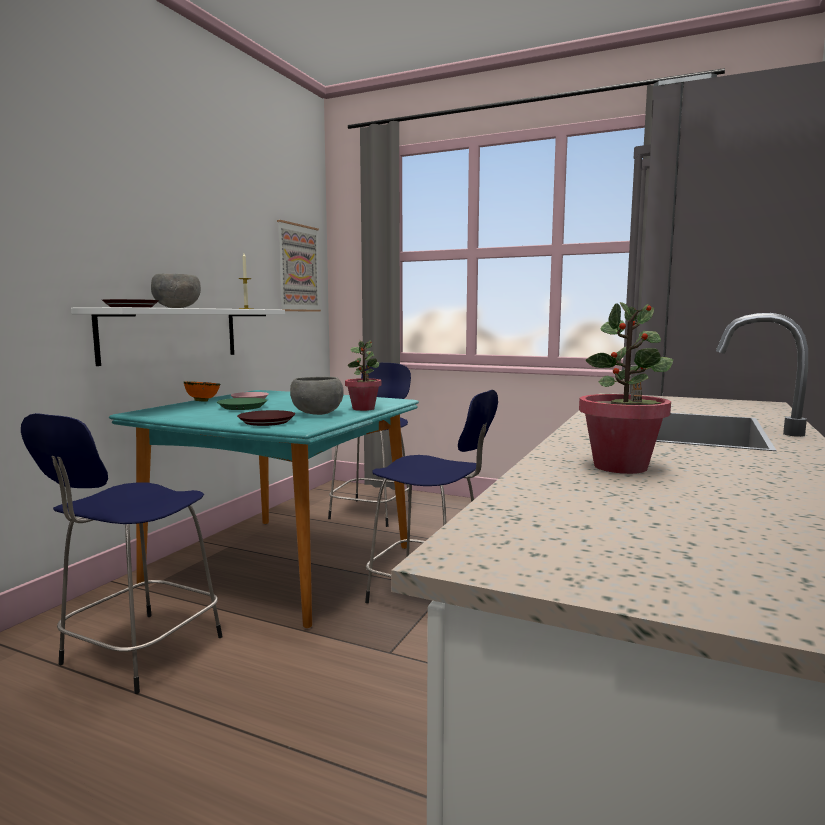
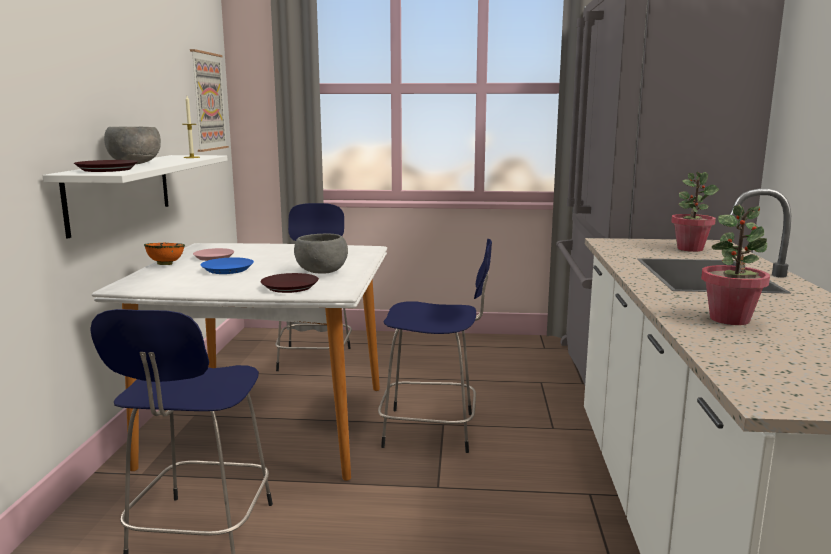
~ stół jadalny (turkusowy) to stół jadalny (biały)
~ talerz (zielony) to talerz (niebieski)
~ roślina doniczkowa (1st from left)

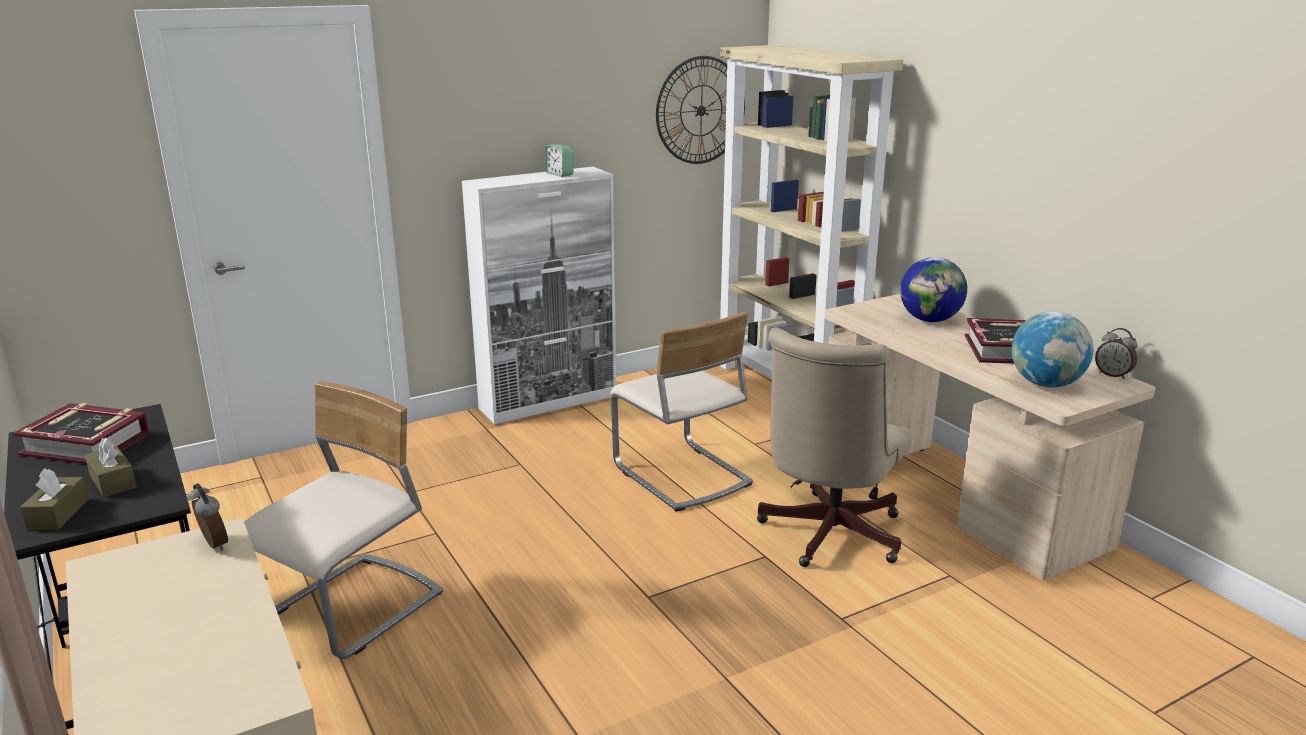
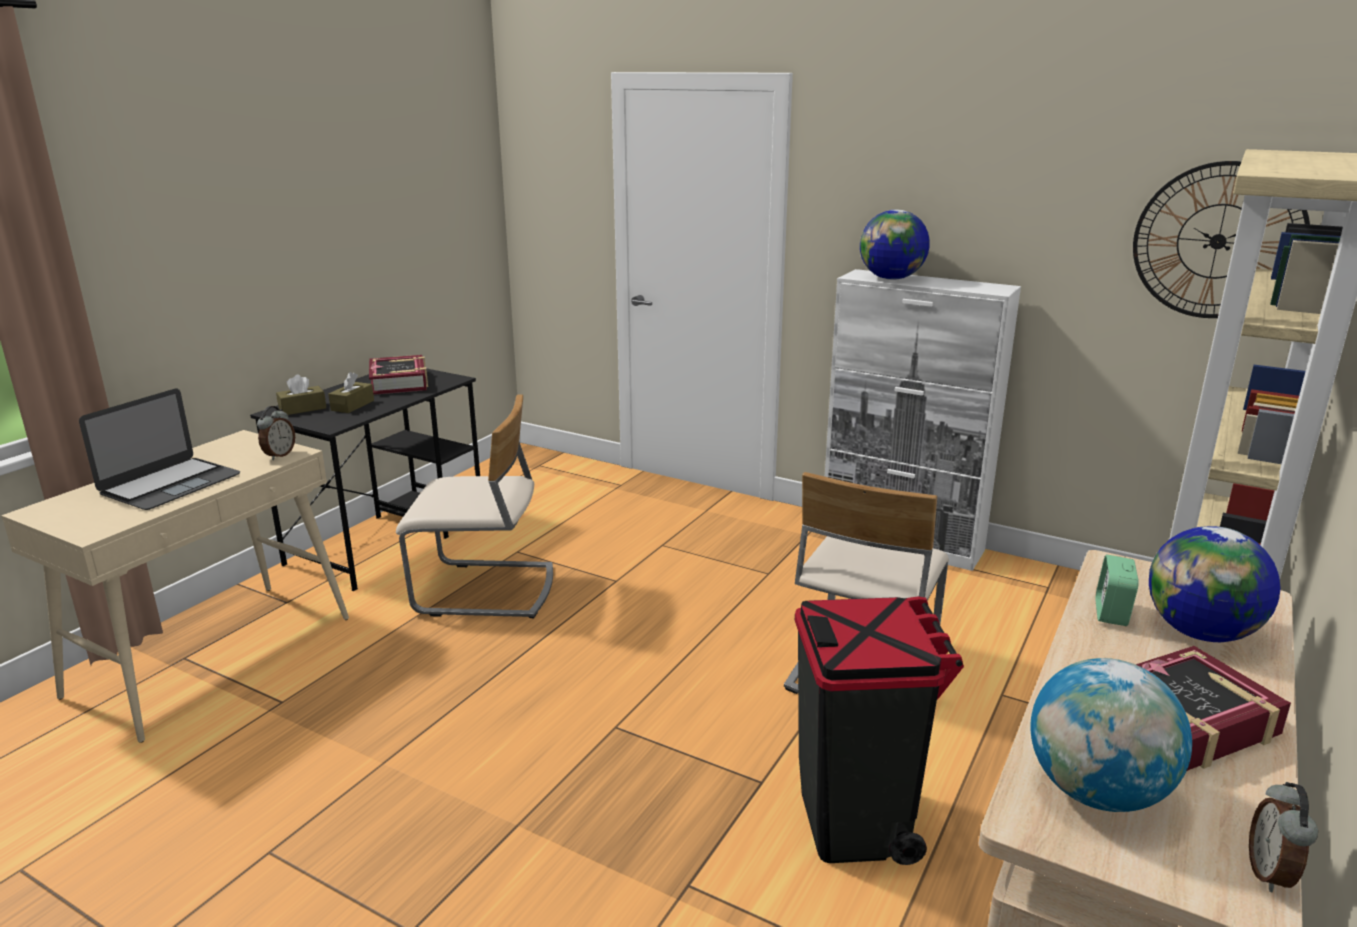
+ laptop
~ krzesło biurowe (beżowy) to kosz na śmieci (czarny)
+ globus (1st from left)
~ budzik (2nd from left)

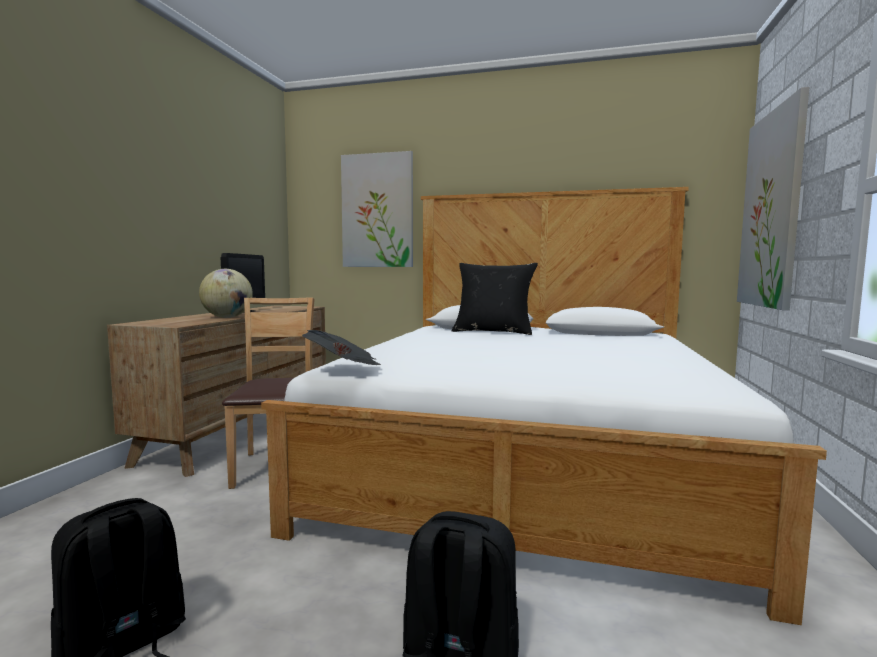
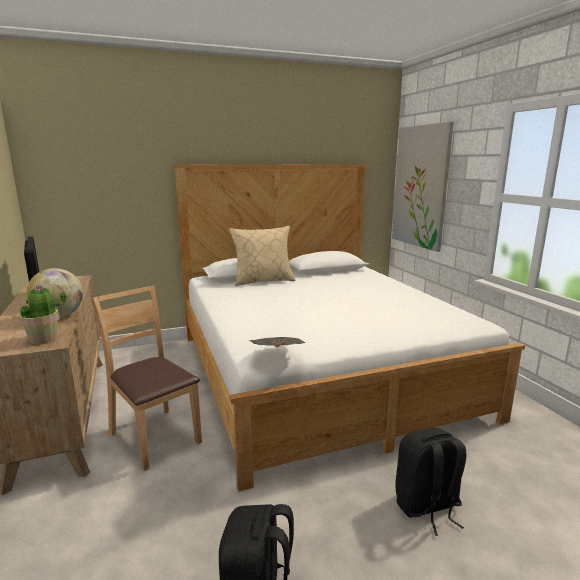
+ roślina doniczkowa
~ poduszka (czarny) to poduszka (beżowy)
- obraz (1st from left)

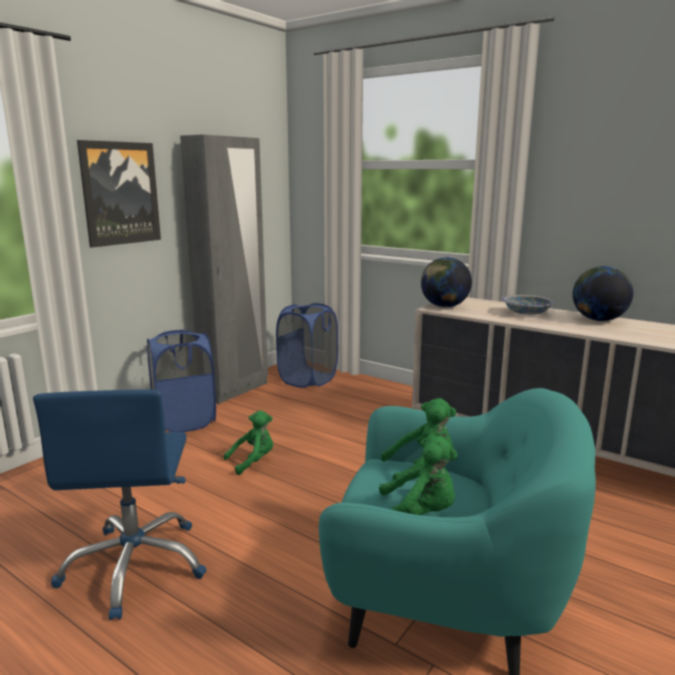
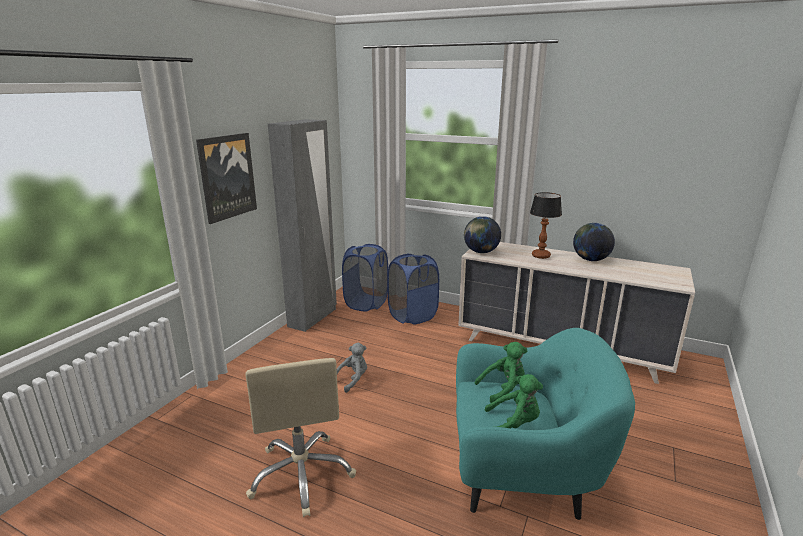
~ krzesło biurowe (niebieski) to krzesło biurowe (beżowy)
~ pluszak (zielony) (1st from left) to pluszak (szary)
~ kosz na pranie (niebieski) (1st from left in the first image) to kosz na pranie (niebieski) (2nd from left)
~ miska to lampa stołowa

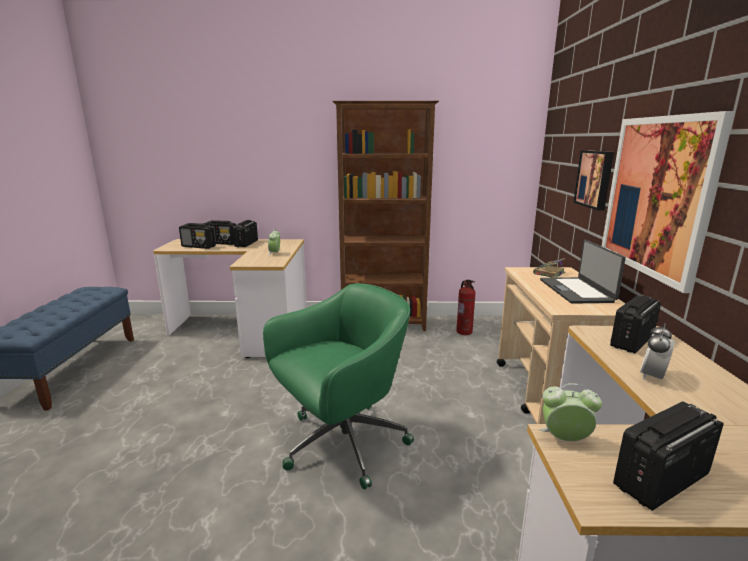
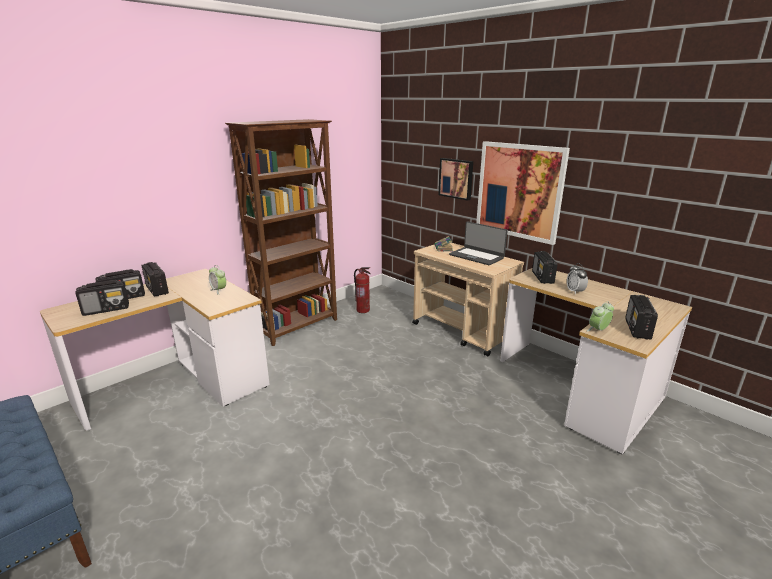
- krzesło biurowe (zielony)

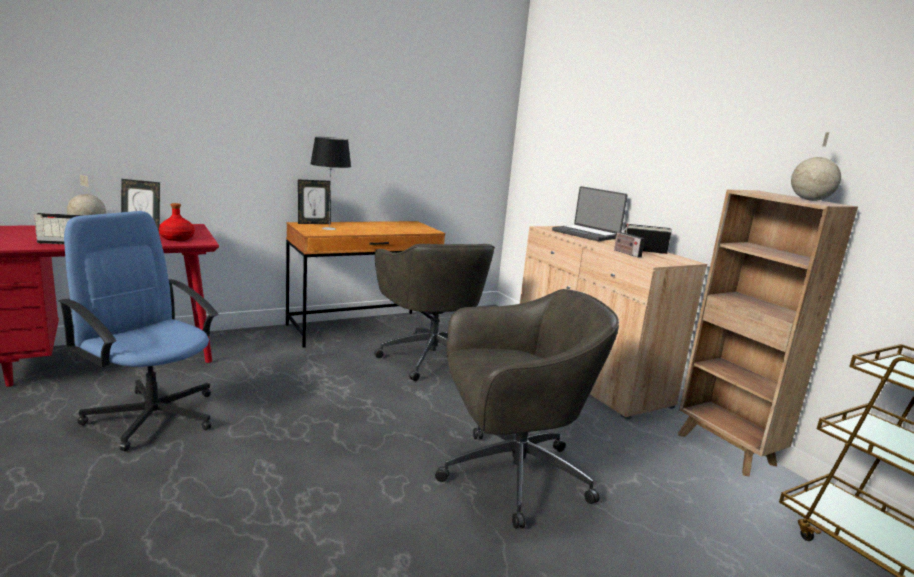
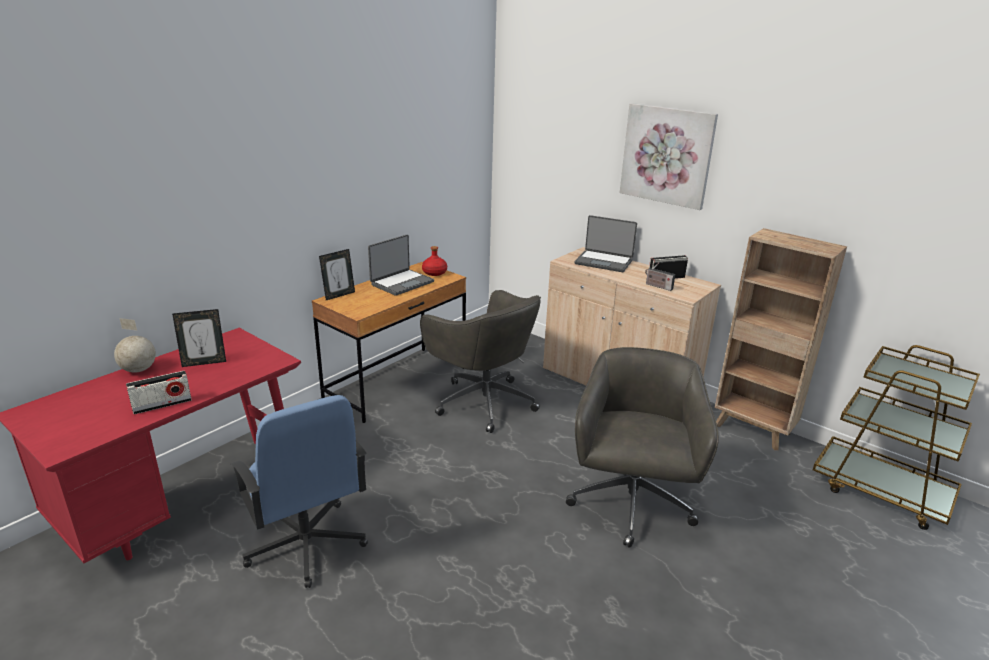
~ krzesło biurowe (niebieski) 135 degrees counterclockwise
+ laptop (1st from left)
~ butelka (czerwony)
~ krzesło biurowe (szary) (2nd from left) 45 degrees counterclockwise
+ obraz
- lampa stołowa
- globus (2nd from left)

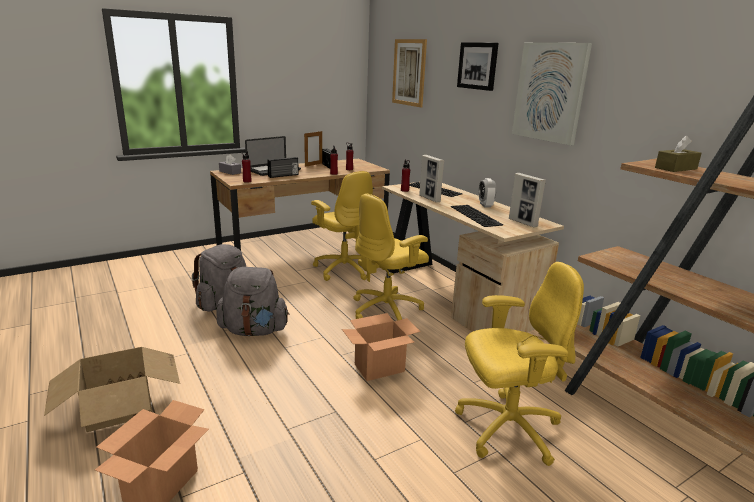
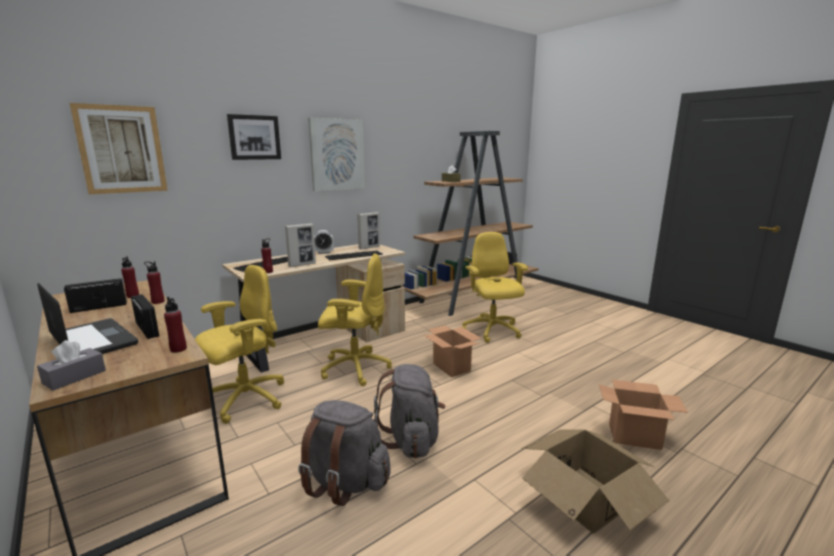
~ krzesło biurowe (żółty) (2nd from left) 45 degrees counterclockwise
- ramka na zdjęcie (1st from left)

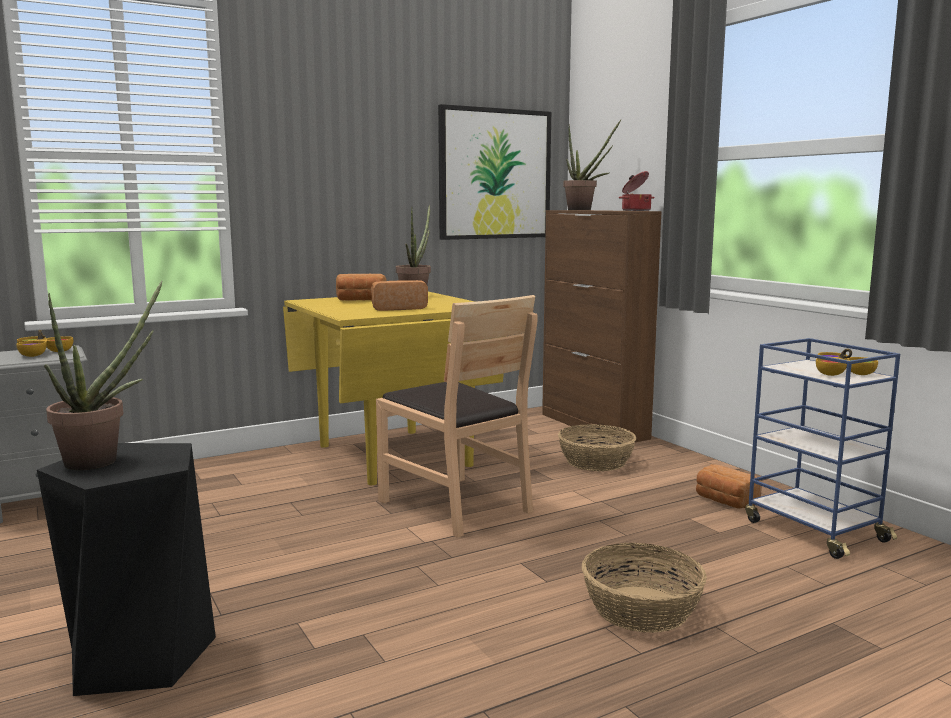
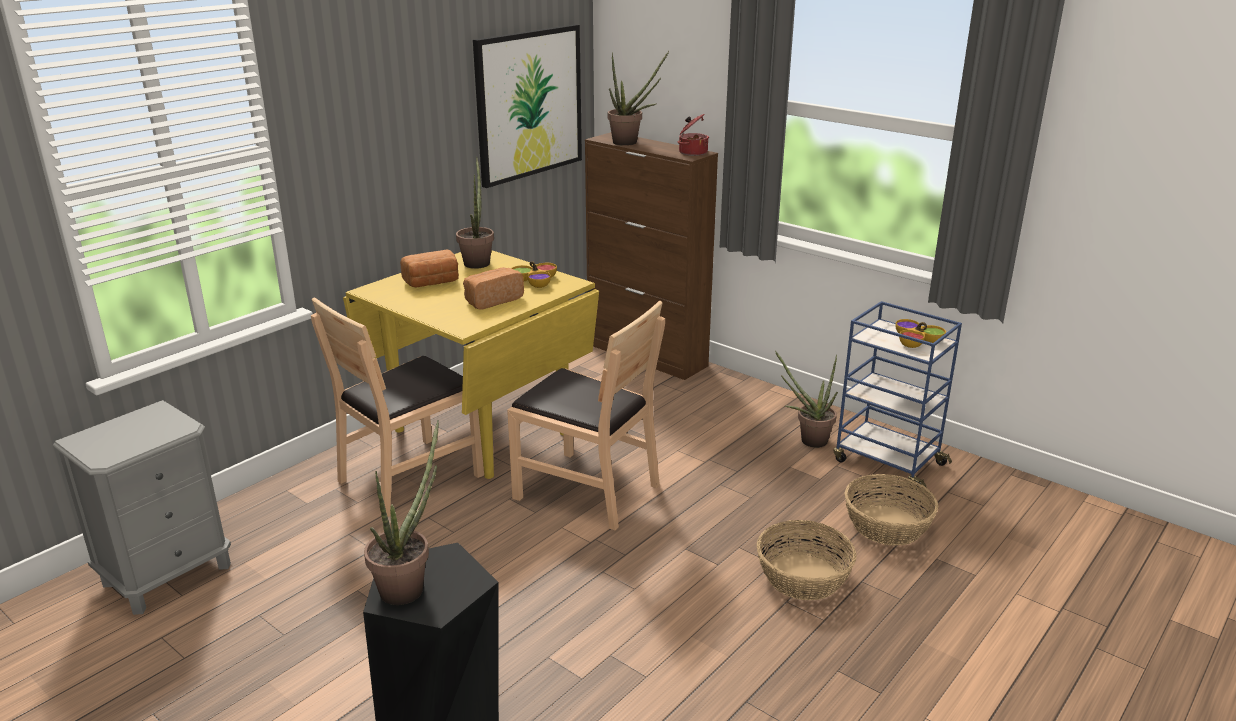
+ krzesło (brązowy) (1st from left)
~ miska (1st from left)
~ chleb (3rd from left) to roślina doniczkowa (4th from left)
~ koszyk (1st from left in the first image) to koszyk (2nd from left)

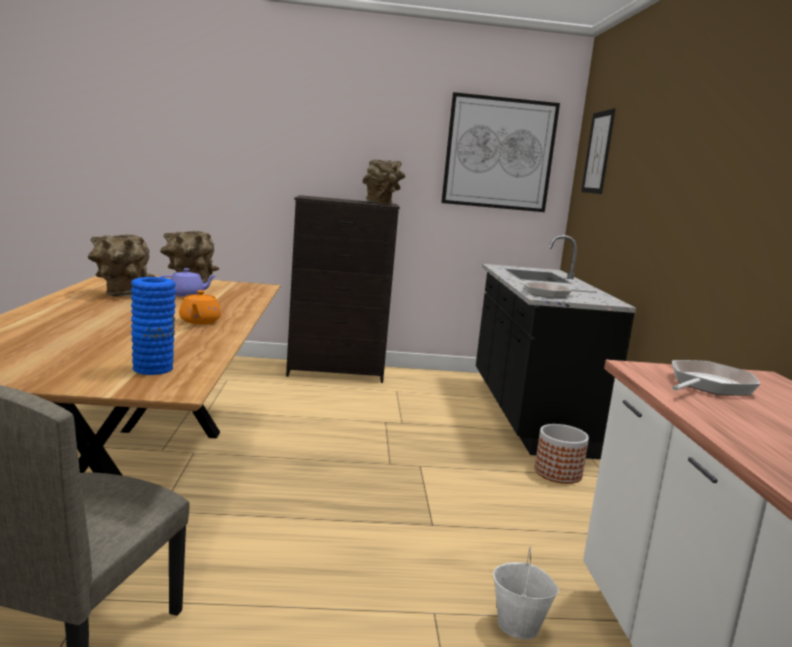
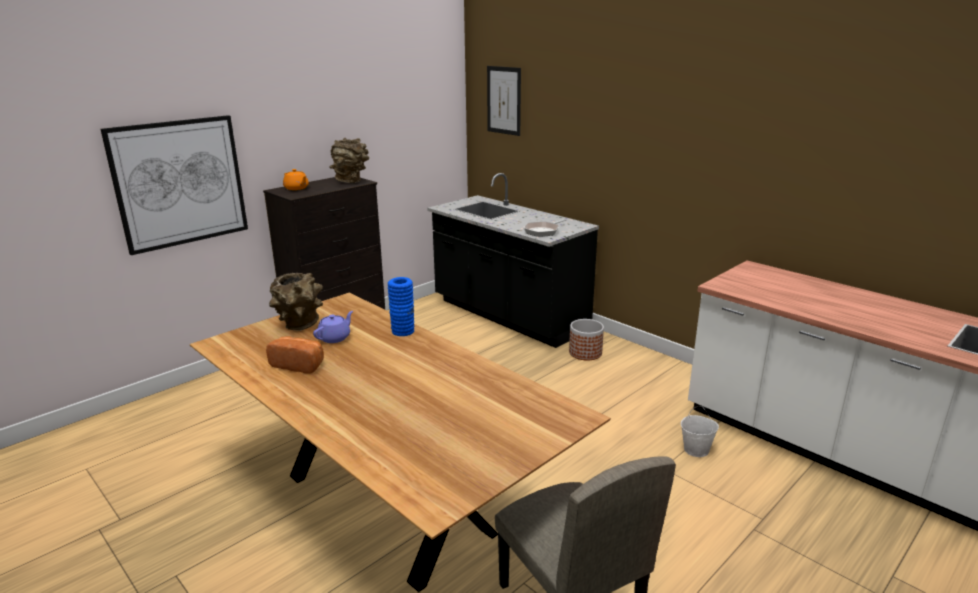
~ obraz (1st from left)
~ wazon (brązowy) (1st from left) to chleb
~ imbryk (pomarańczowy)
~ wazon (niebieski)
- patelnia (2nd from left)

